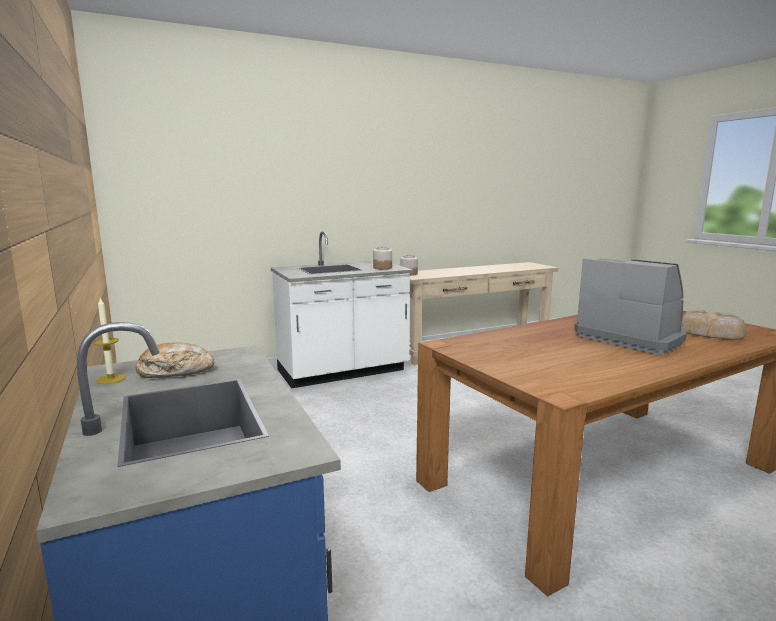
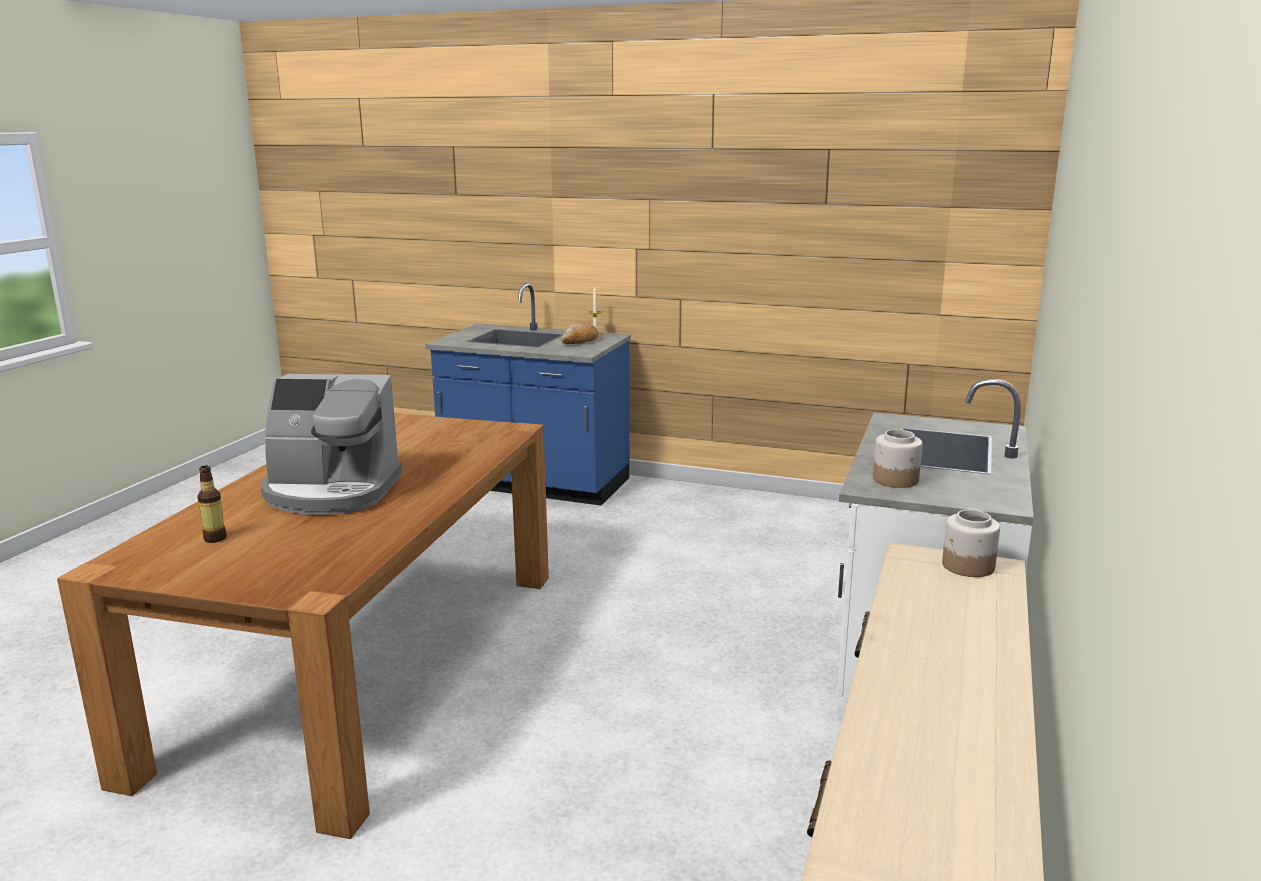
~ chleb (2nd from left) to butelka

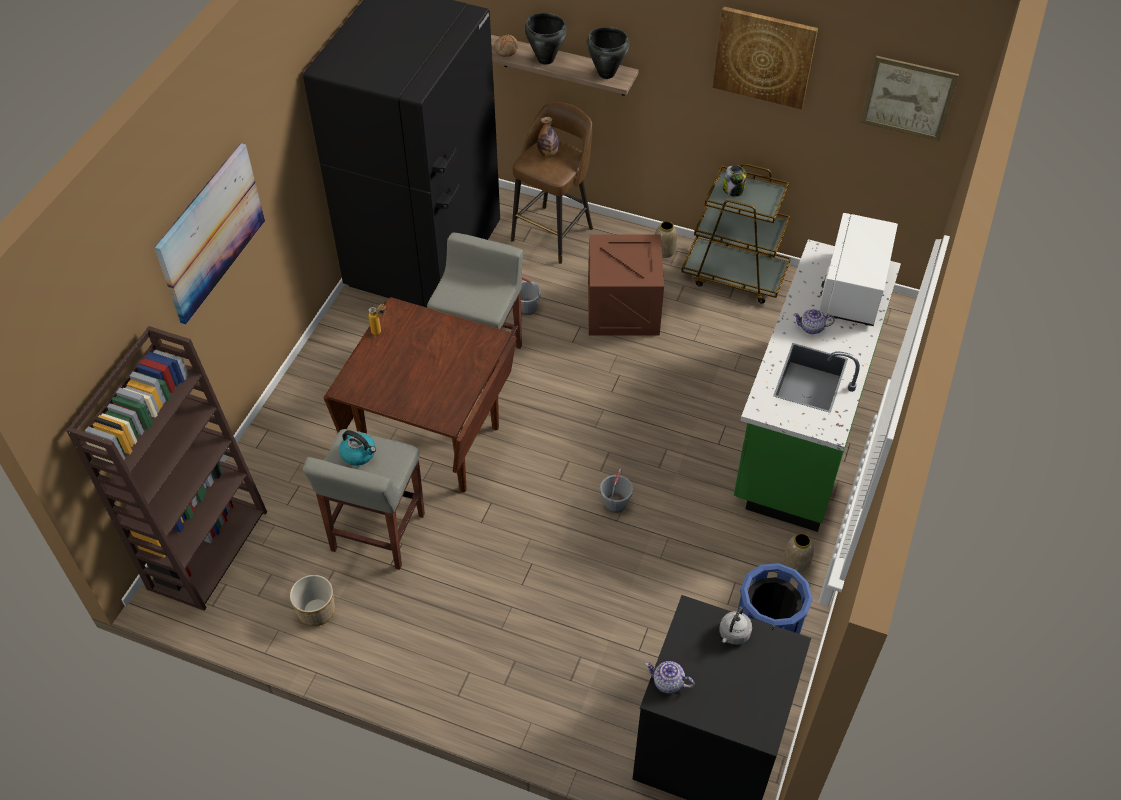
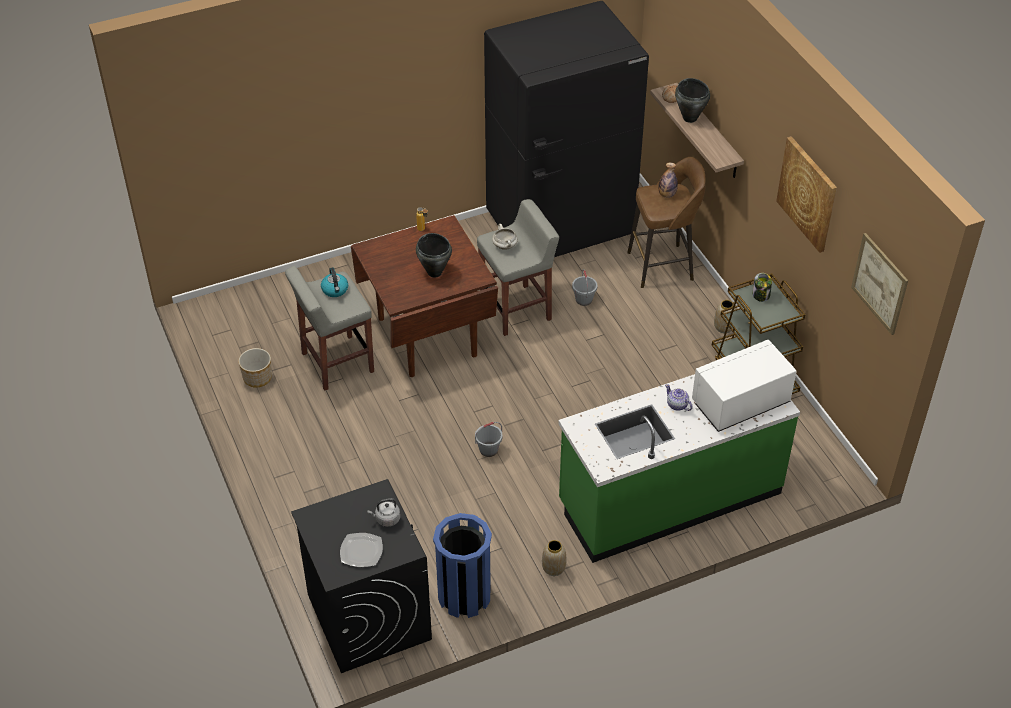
+ talerz
~ garnek (czarny) (2nd from left in the first image) to garnek (czarny) (1st from left)
+ garnek (biały)
- regał (brązowy)
- obraz (1st from left)
- skrzynka
- imbryk (1st from left)

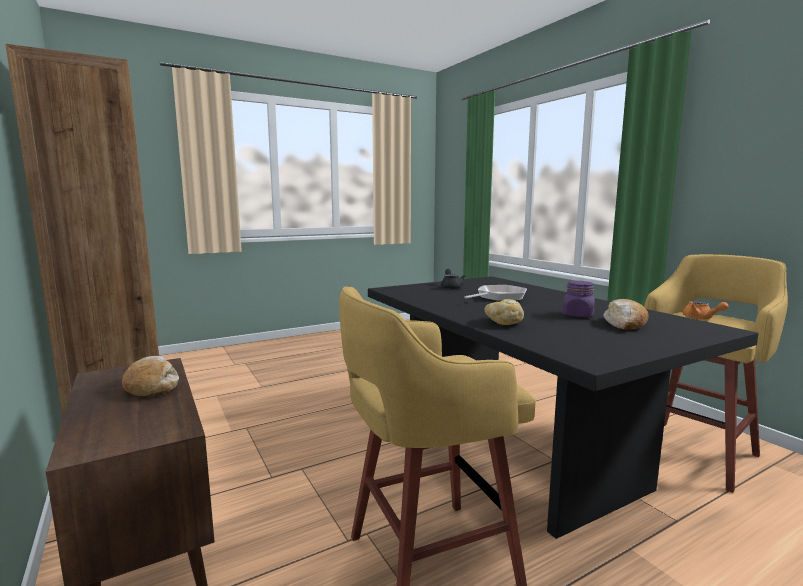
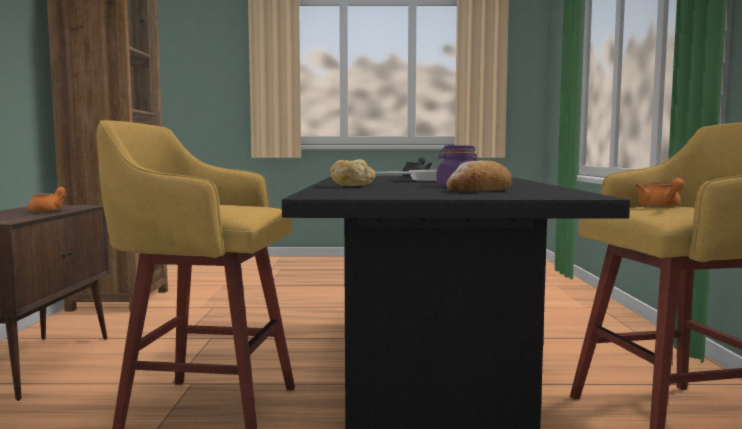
~ chleb (1st from left) to imbryk (pomarańczowy) (1st from left)

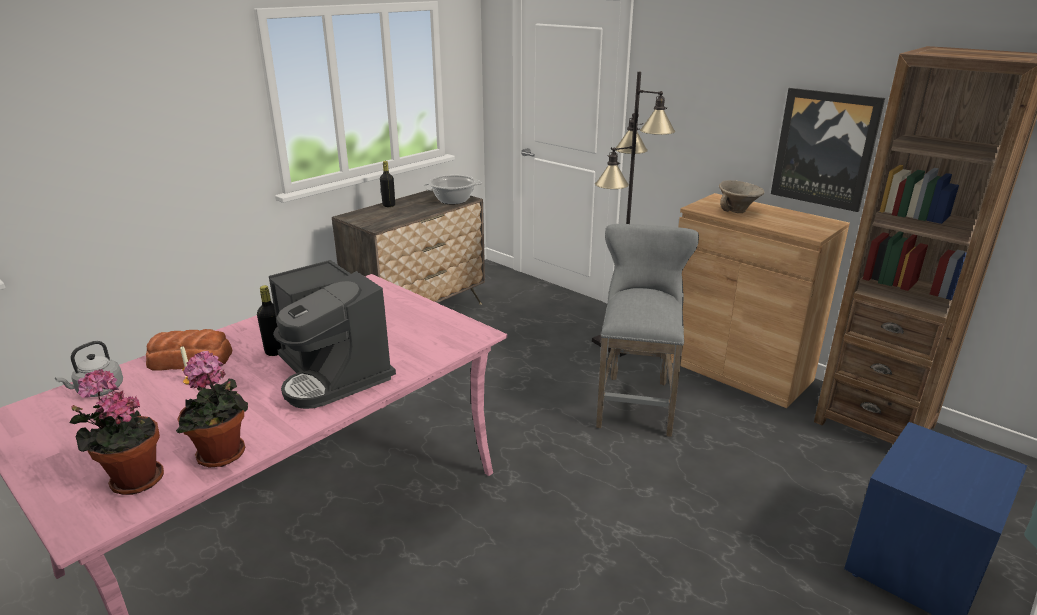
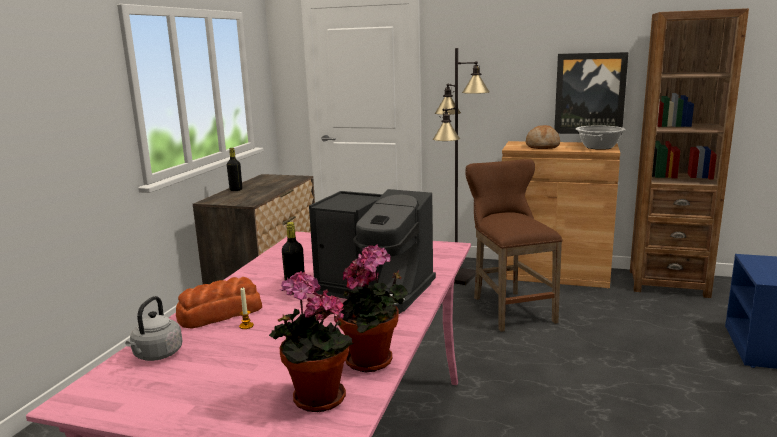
~ stołek (szary) to stołek (brązowy)
~ miska (beżowy) to chleb (2nd from left)
~ garnek

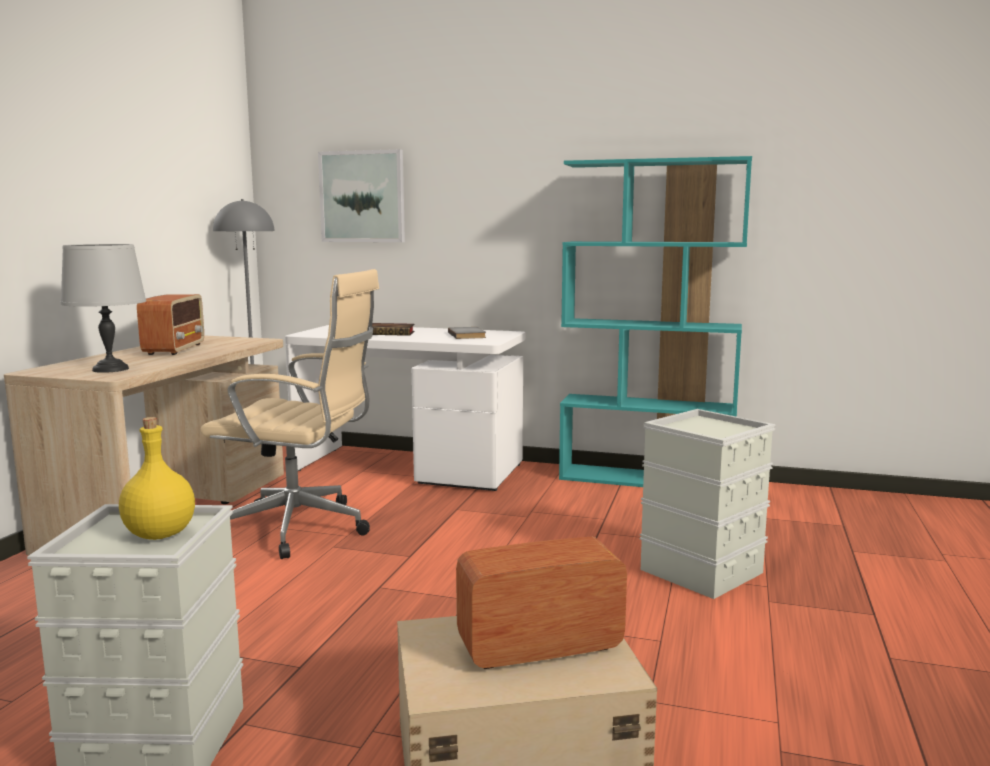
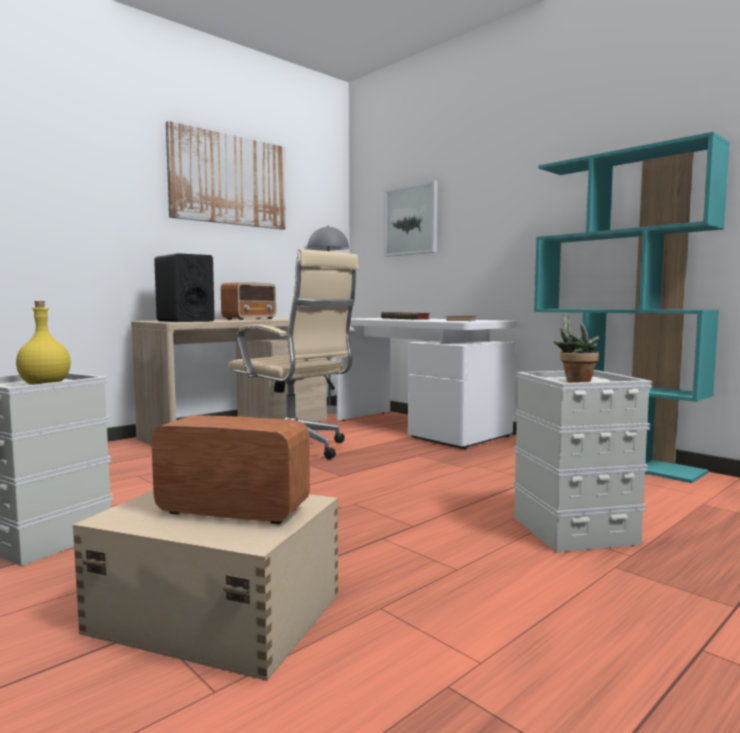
~ lampa stołowa (szary) to głośnik (czarny)
+ obraz (1st from left)
+ roślina doniczkowa

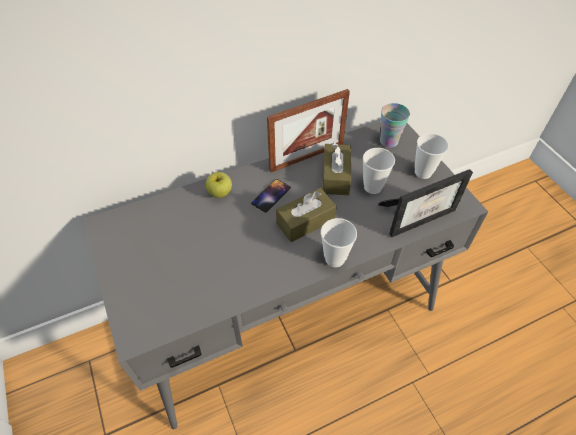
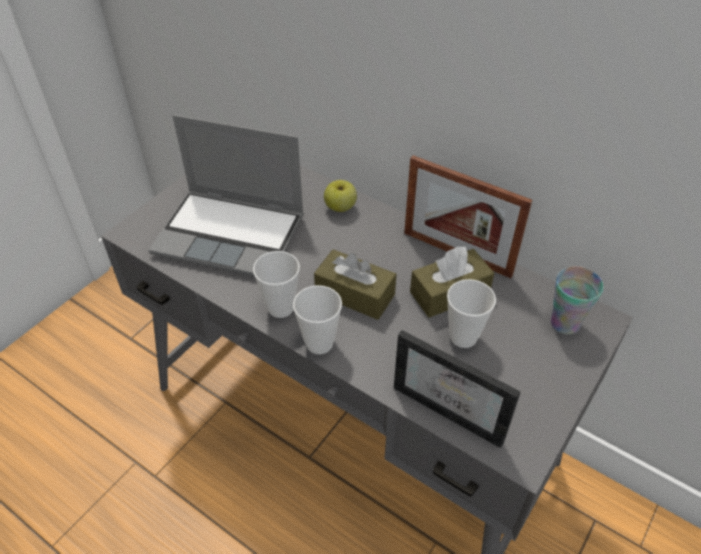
+ laptop
~ filiżanka (4th from left in the first image) to filiżanka (1st from left)
- telefon

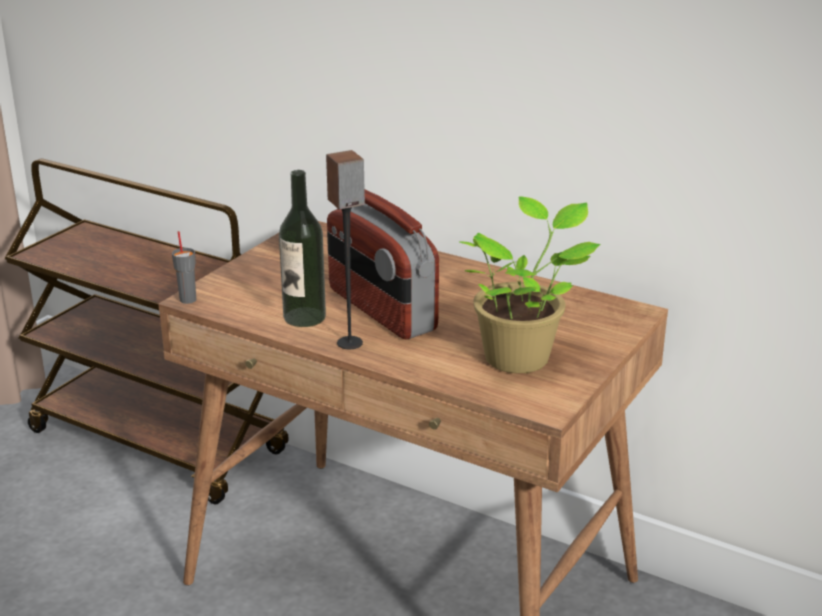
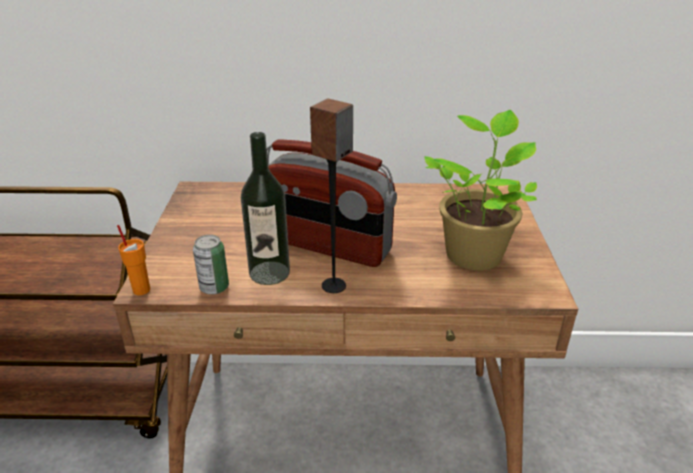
~ filiżanka (szary) to filiżanka (pomarańczowy)
+ puszka

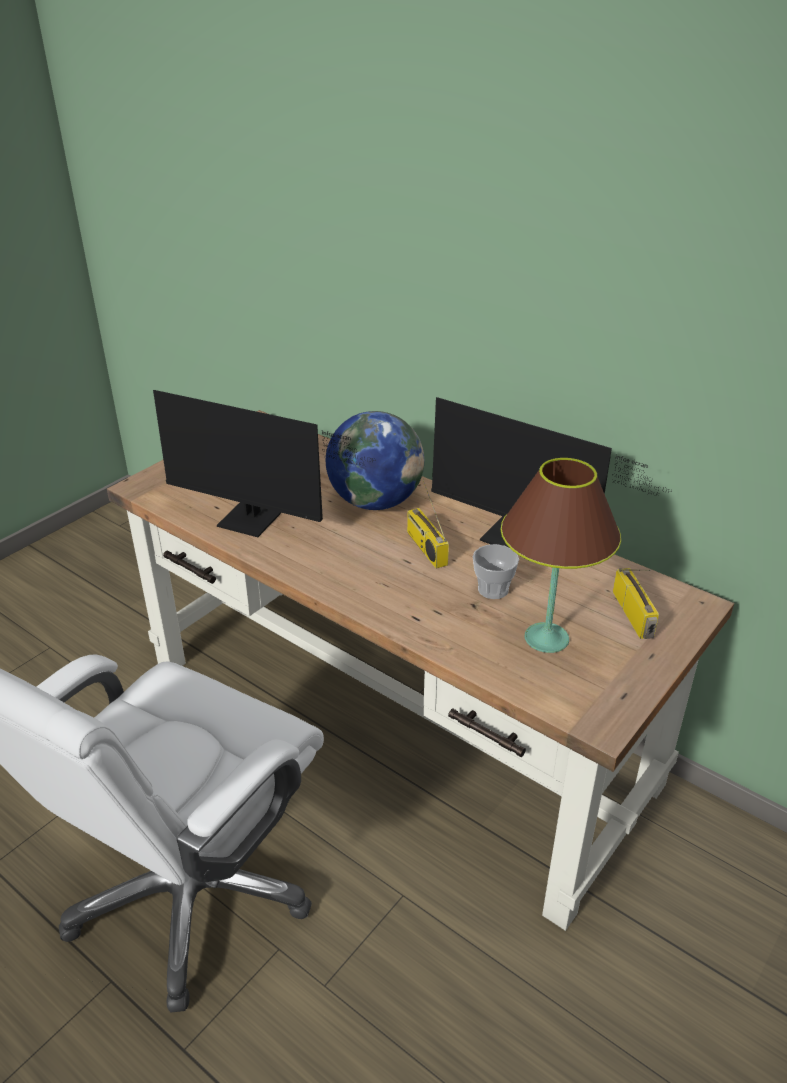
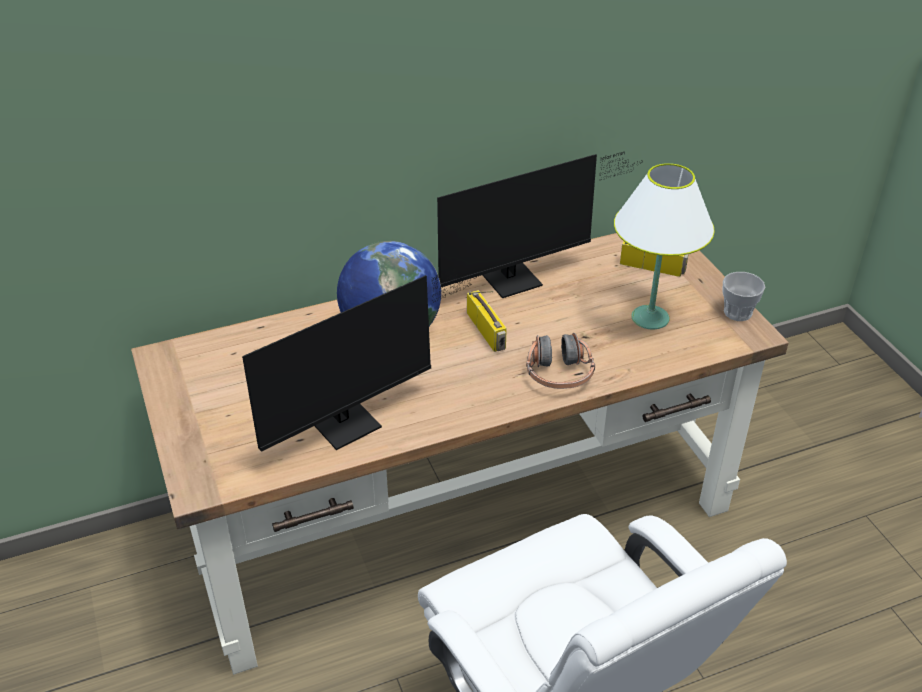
~ radio (1st from left) 120 degrees counterclockwise
+ słuchawki
~ lampa stołowa (brązowy) to lampa stołowa (biały)
~ filiżanka

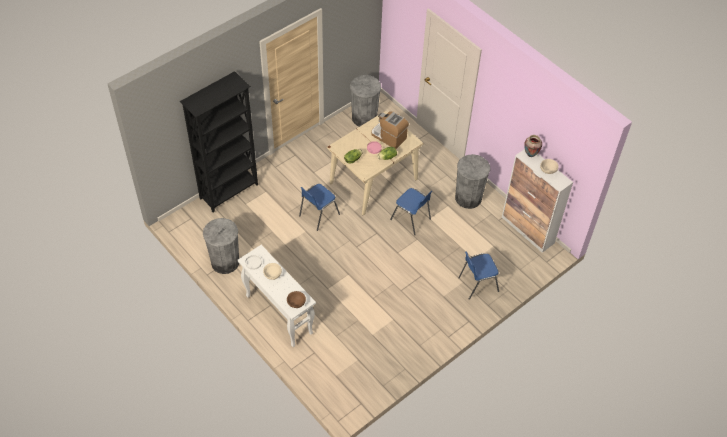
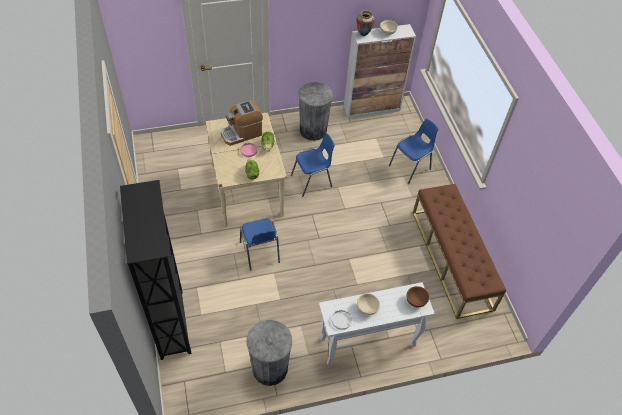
~ krzesło (niebieski) (3rd from left) 135 degrees counterclockwise
+ ławka (brązowy)
- kosz na śmieci (szary) (2nd from left)

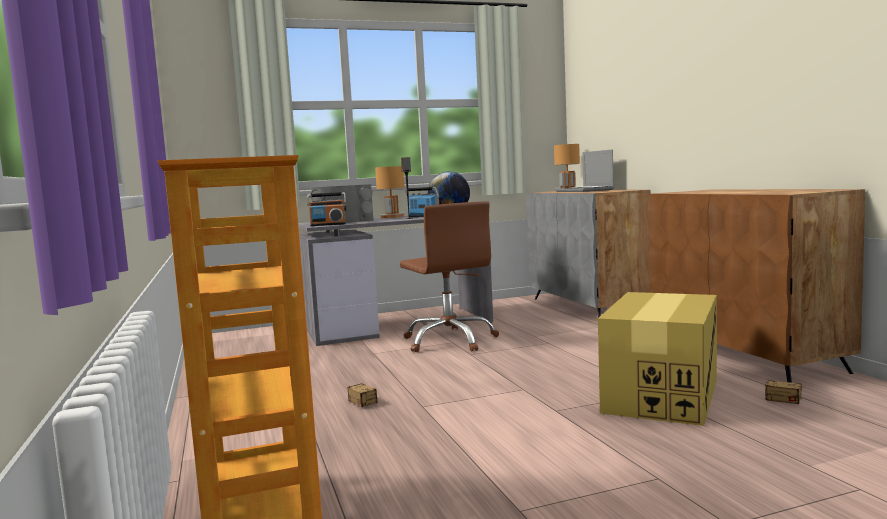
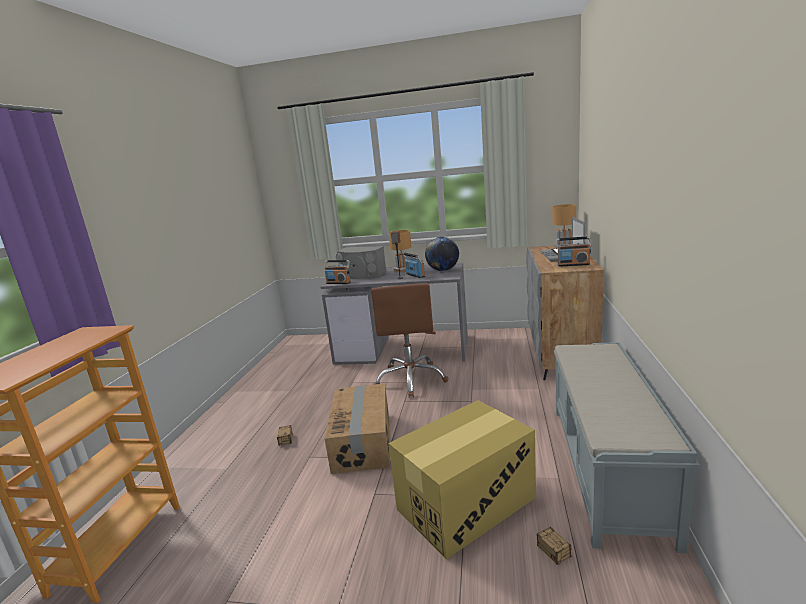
+ karton (1st from left)
~ szafka (brązowy) to ławka (szary)
+ radio (3rd from left)

